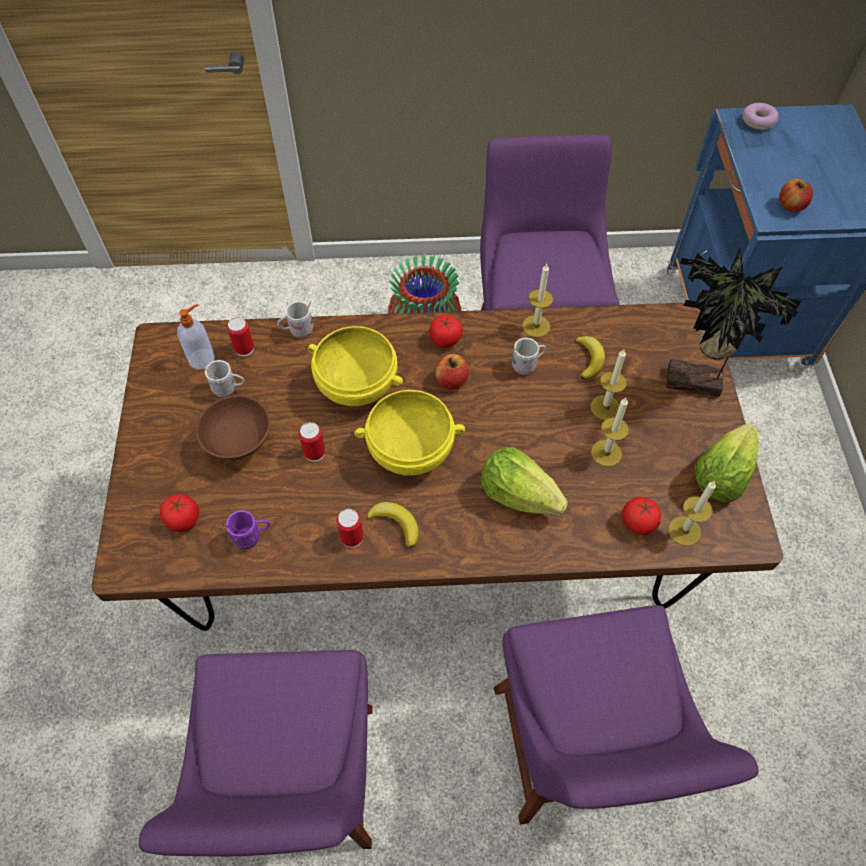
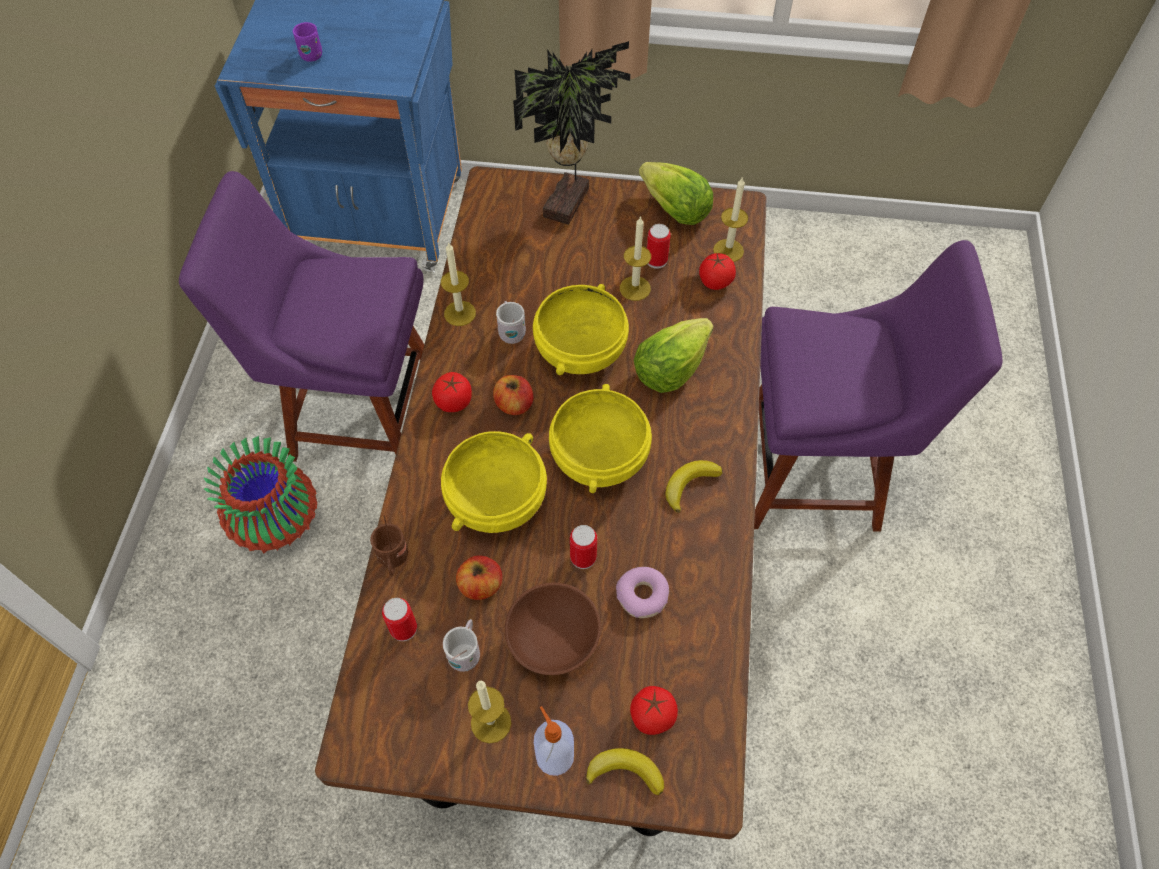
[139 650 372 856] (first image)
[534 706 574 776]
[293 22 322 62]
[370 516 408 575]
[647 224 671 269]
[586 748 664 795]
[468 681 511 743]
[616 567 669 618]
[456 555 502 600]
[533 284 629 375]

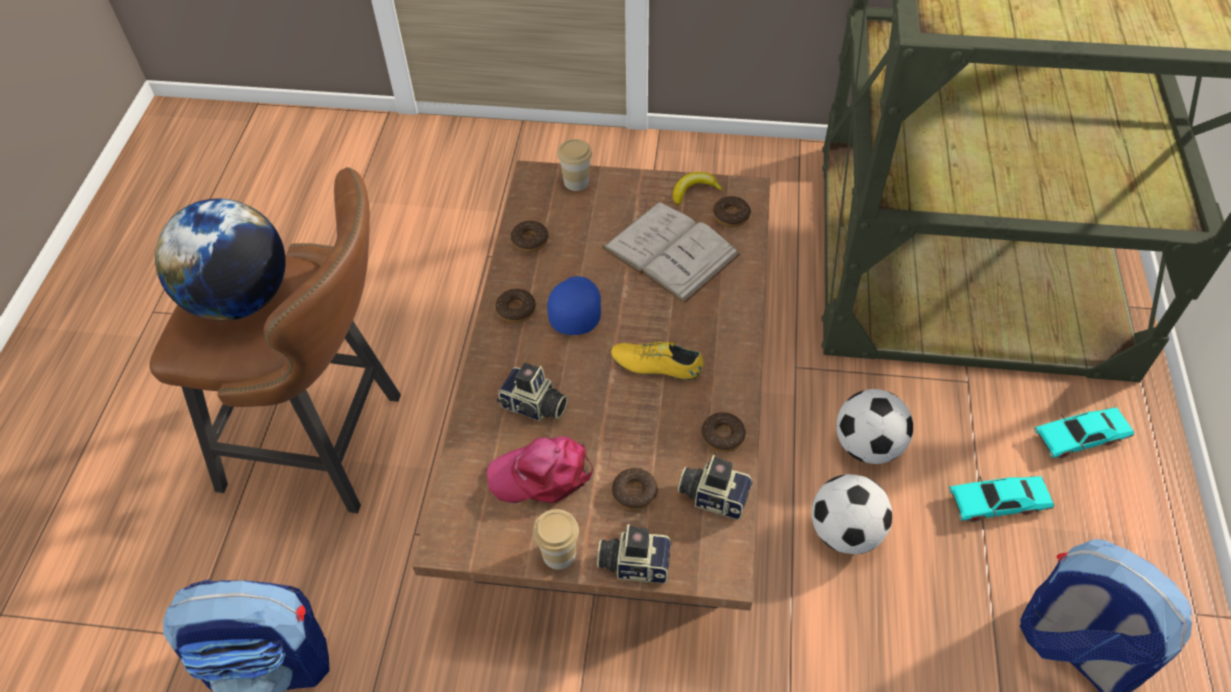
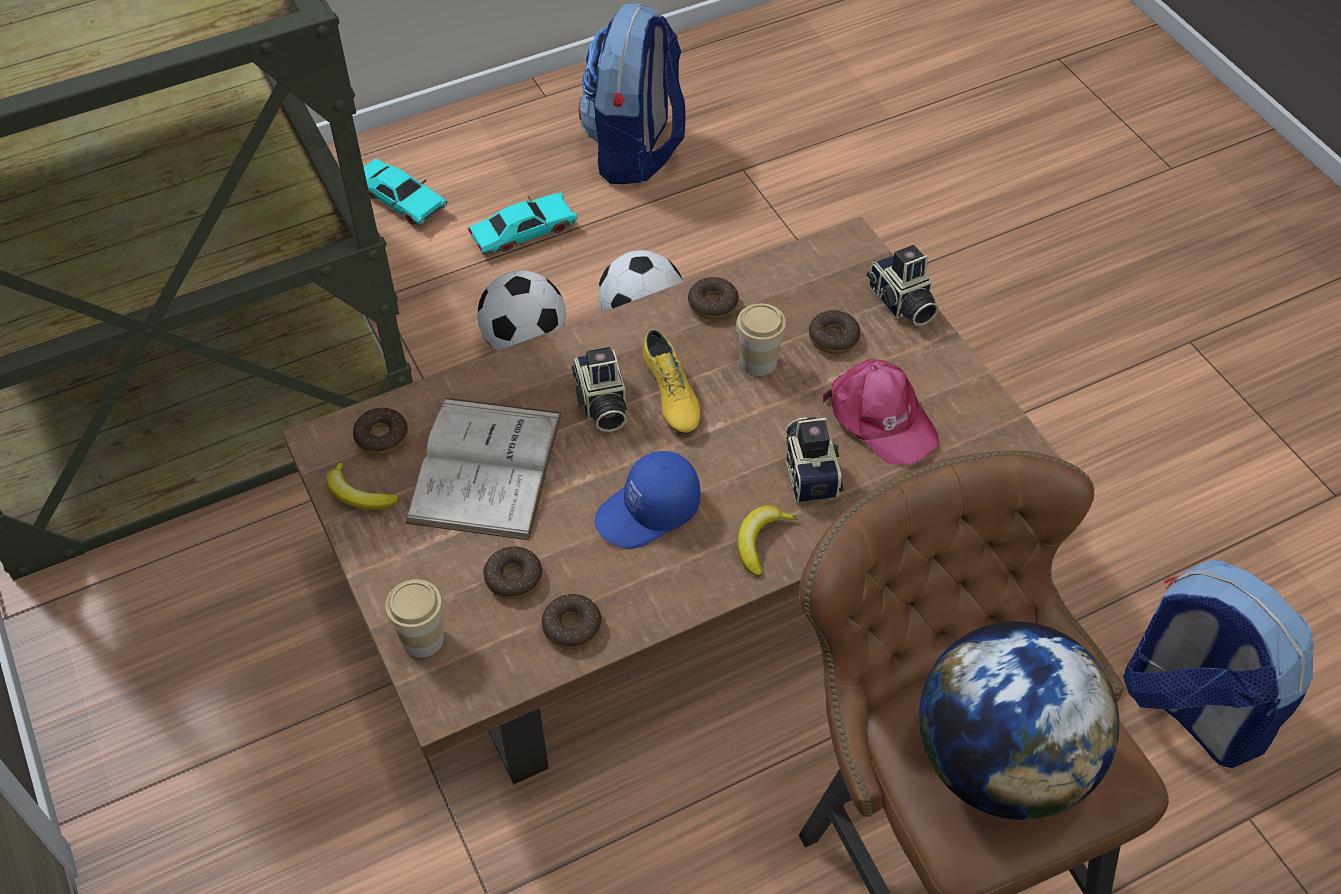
[483 546 542 600]
[736 303 786 376]
[572 347 627 432]
[468 193 577 254]
[737 505 798 577]

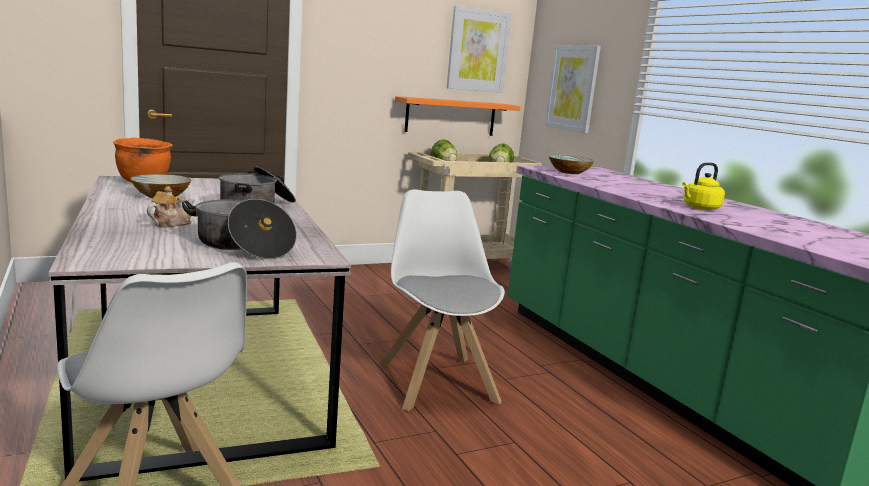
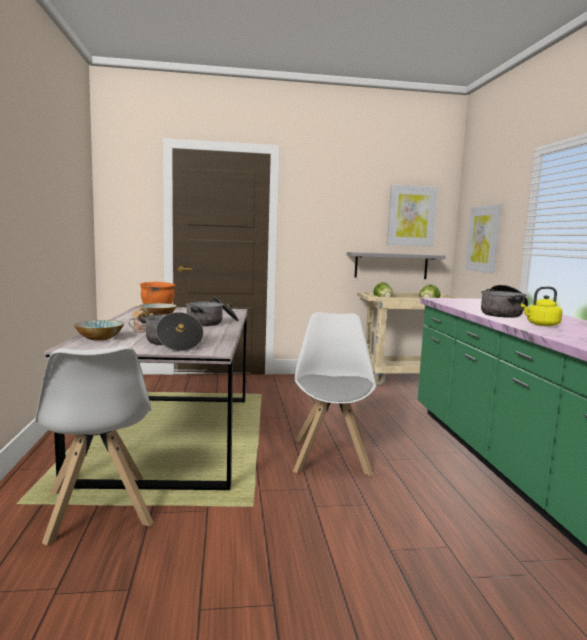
[347 252 446 279]
[74 320 124 340]
[481 285 528 318]

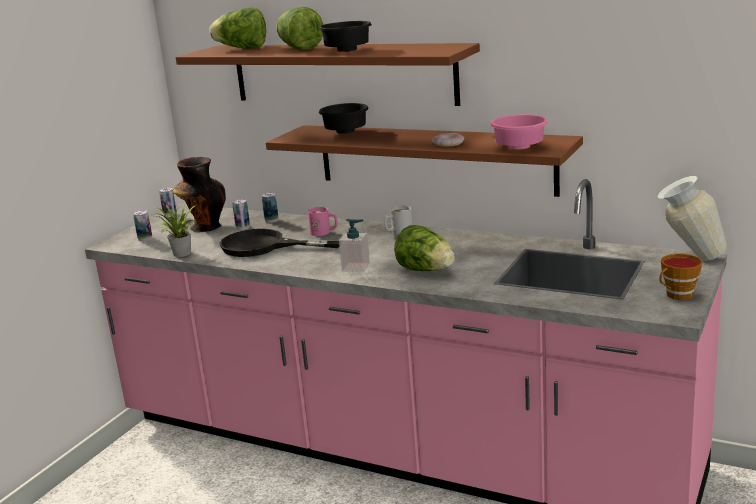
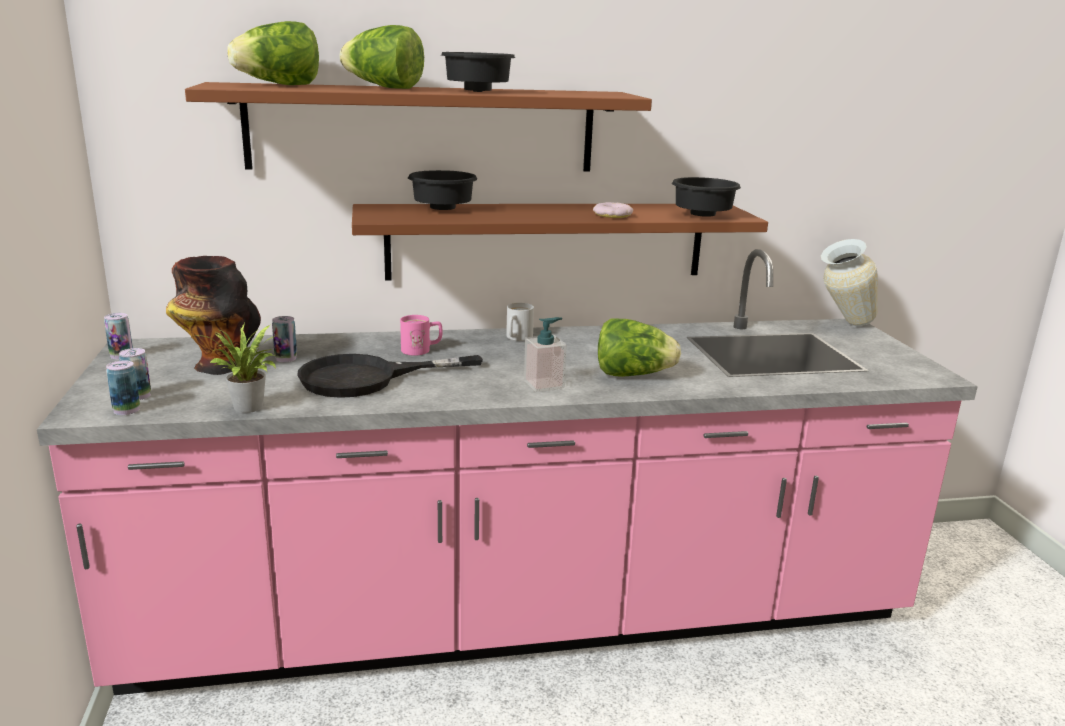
[106 361 140 415]
[672 177 741 217]
[659 254 702 300] (first image)

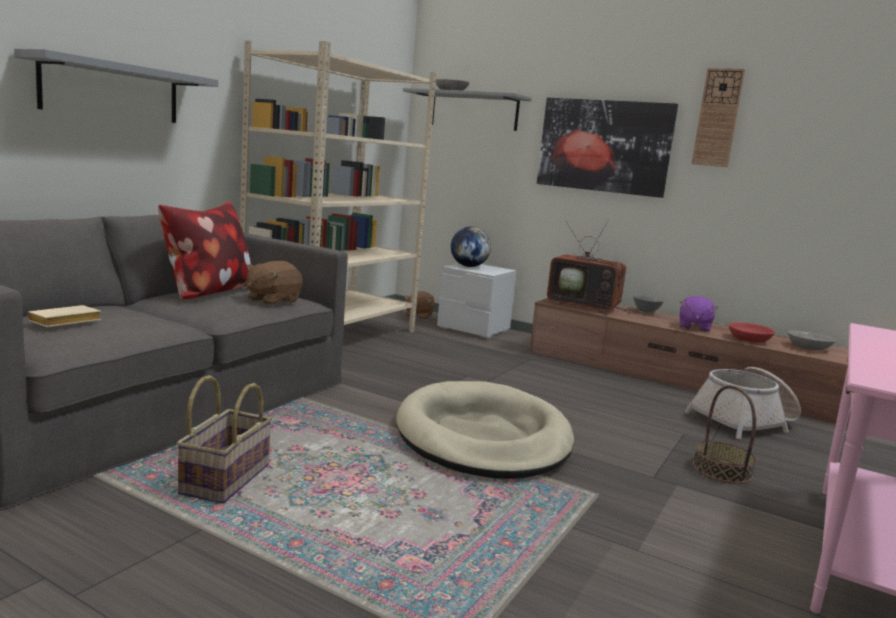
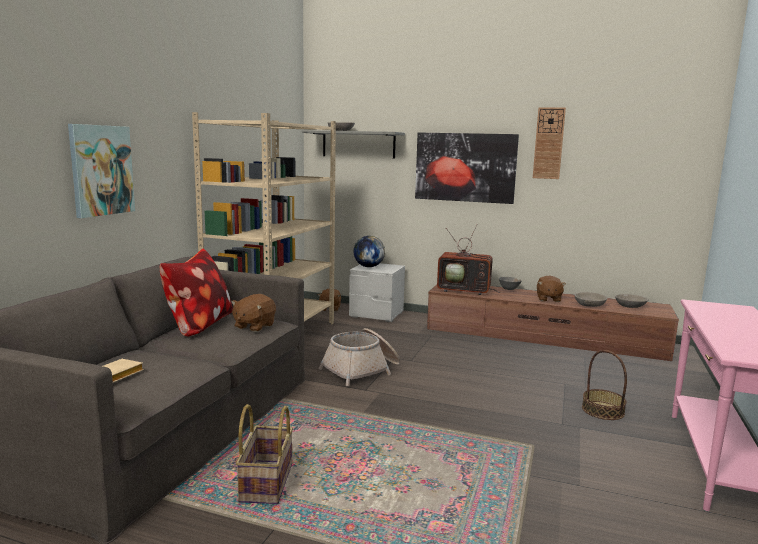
[68 124 135 218]
[396 381 574 479] (first image)
[537 276 566 302]
[318 328 401 386]
[574 292 607 307]

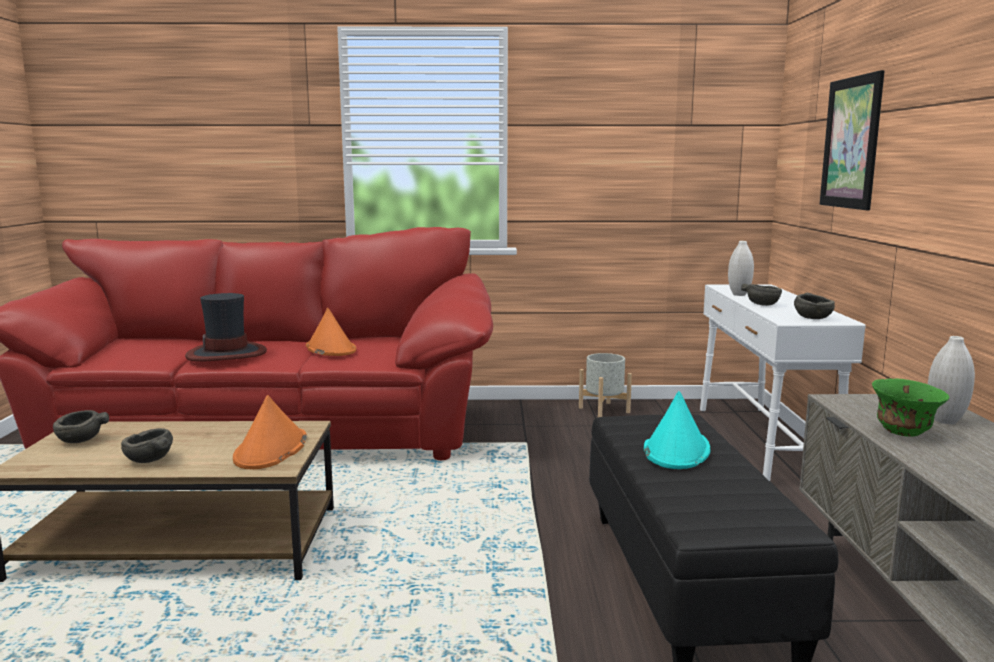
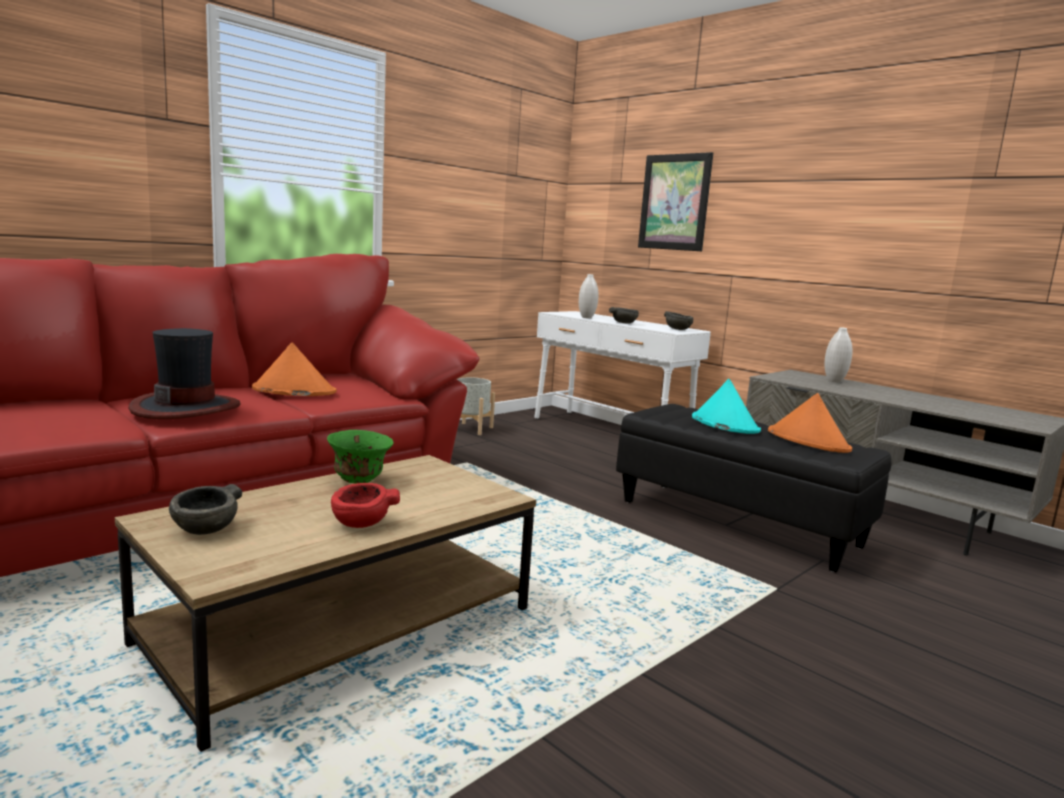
[331 483 400 528]
[768 393 852 453]
[327 430 394 483]

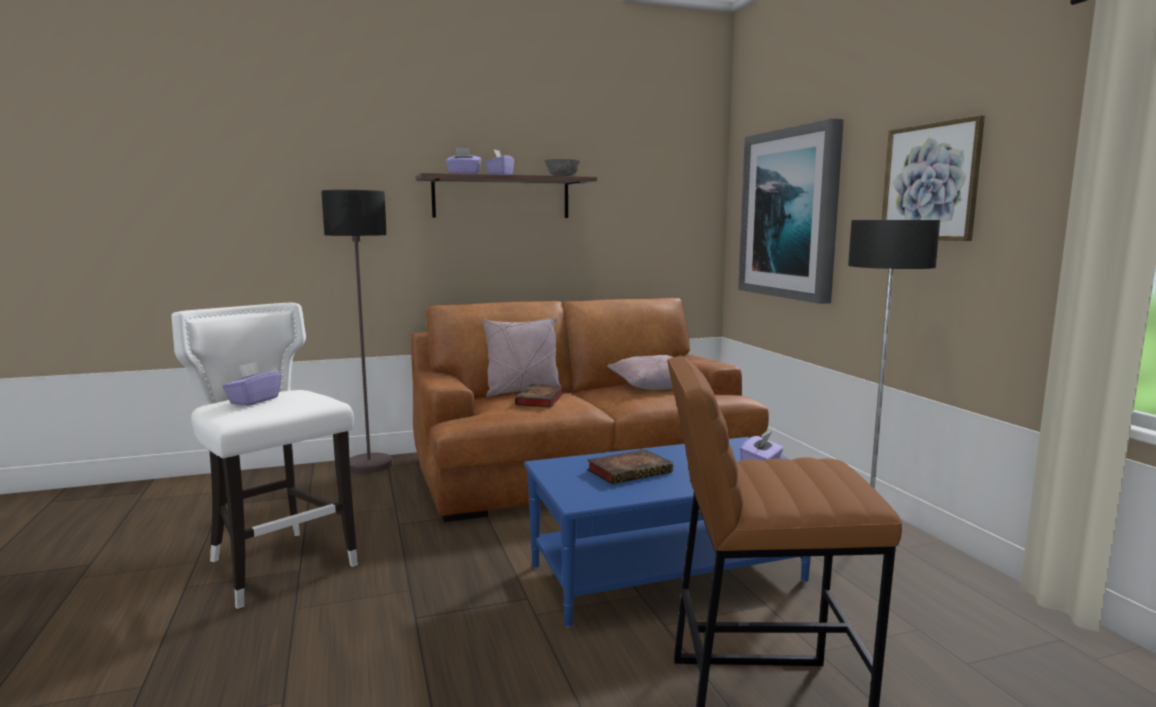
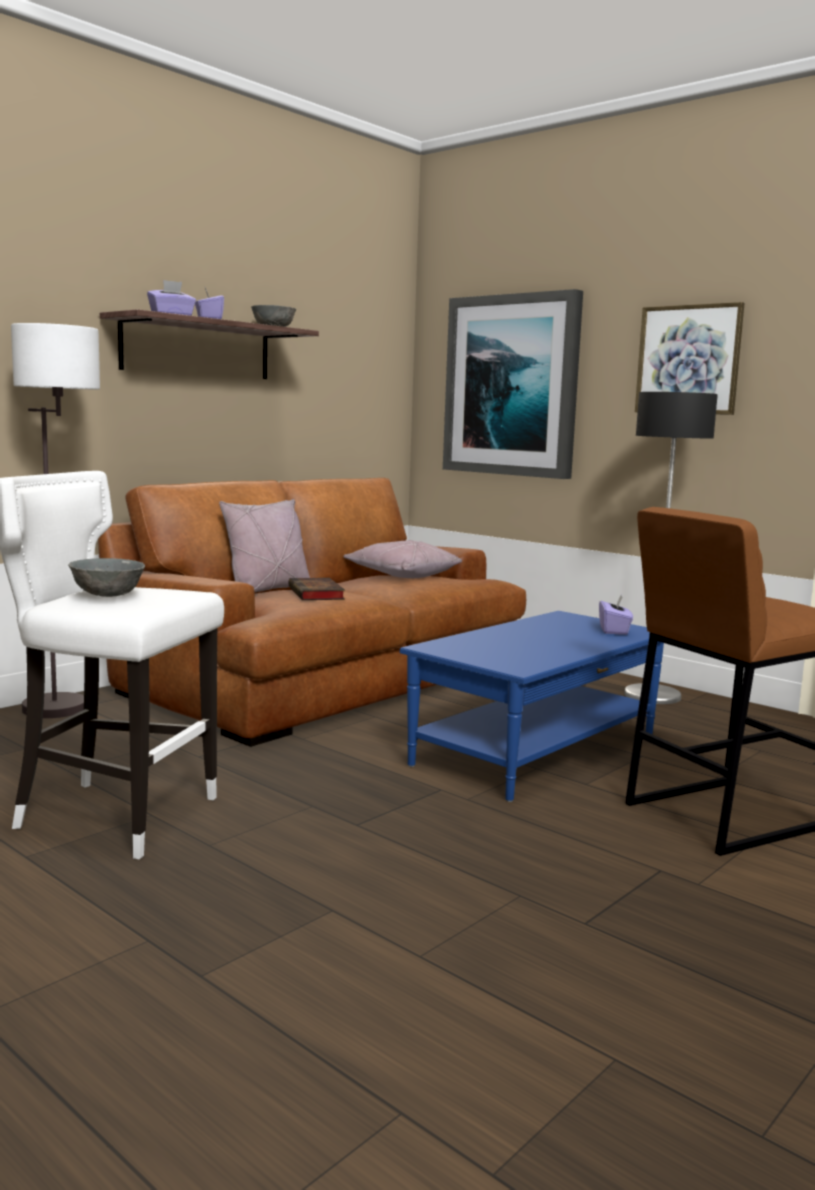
[68 558 145 597]
[11 323 100 718]
[587 450 673 484] (first image)

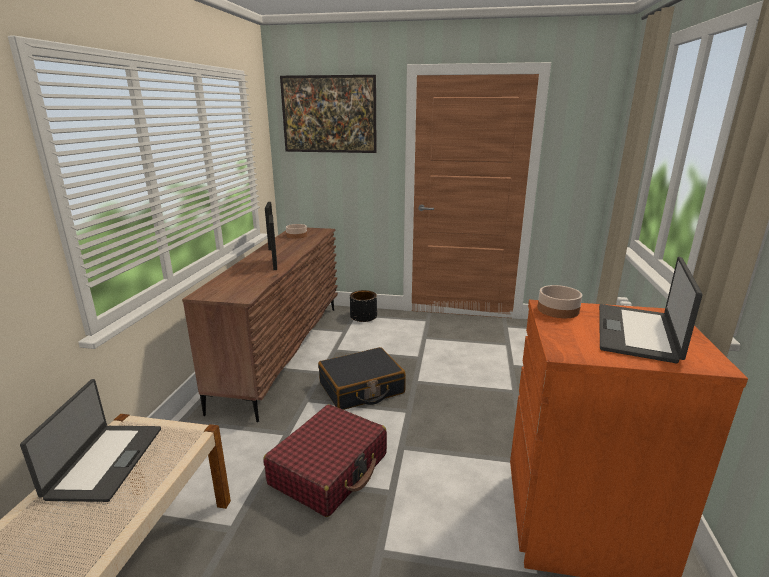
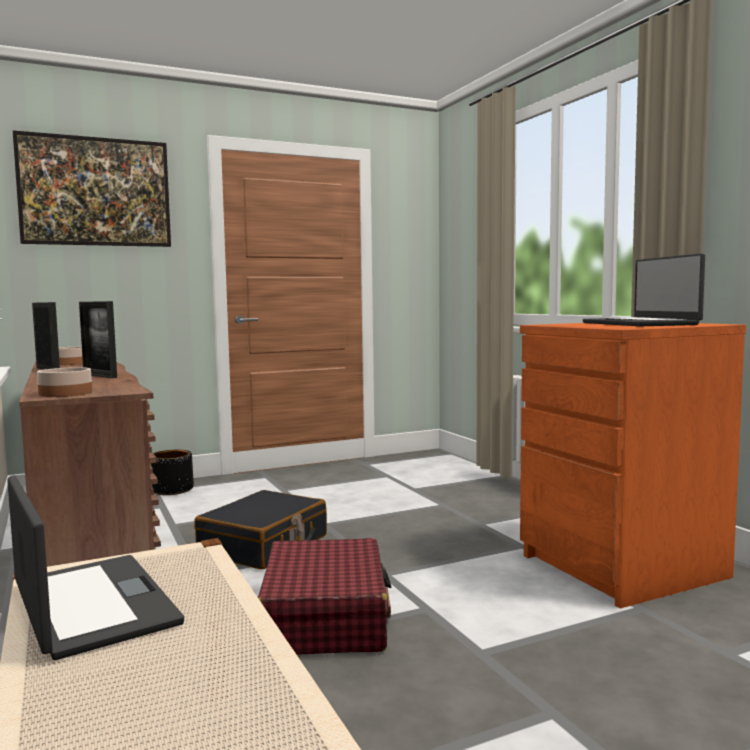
[37 367 92 397]

